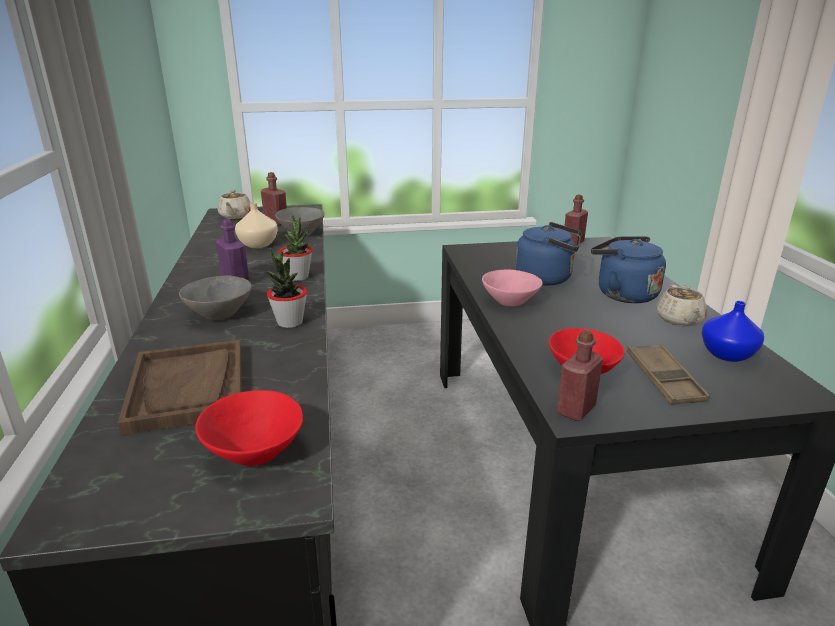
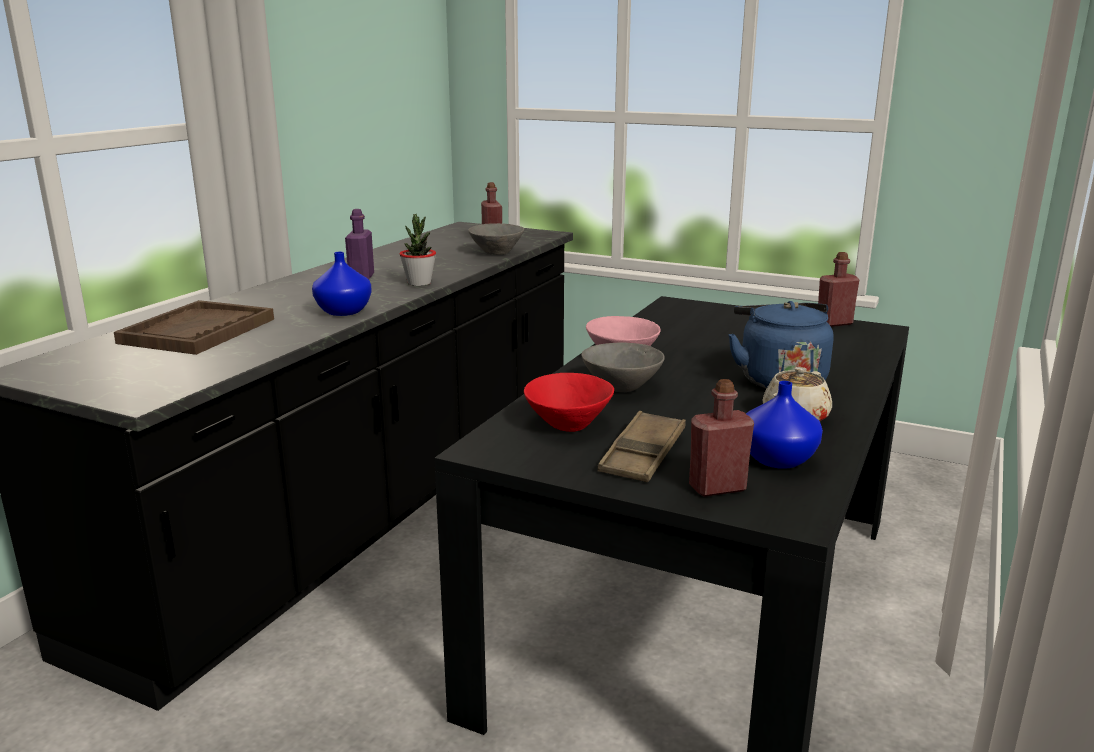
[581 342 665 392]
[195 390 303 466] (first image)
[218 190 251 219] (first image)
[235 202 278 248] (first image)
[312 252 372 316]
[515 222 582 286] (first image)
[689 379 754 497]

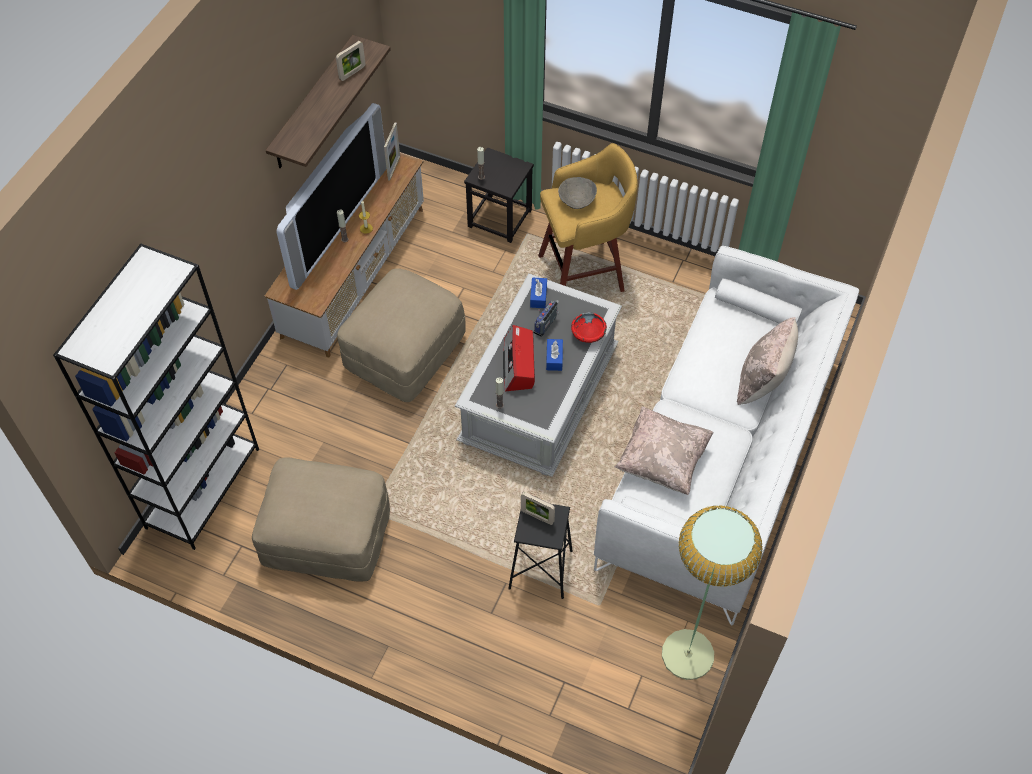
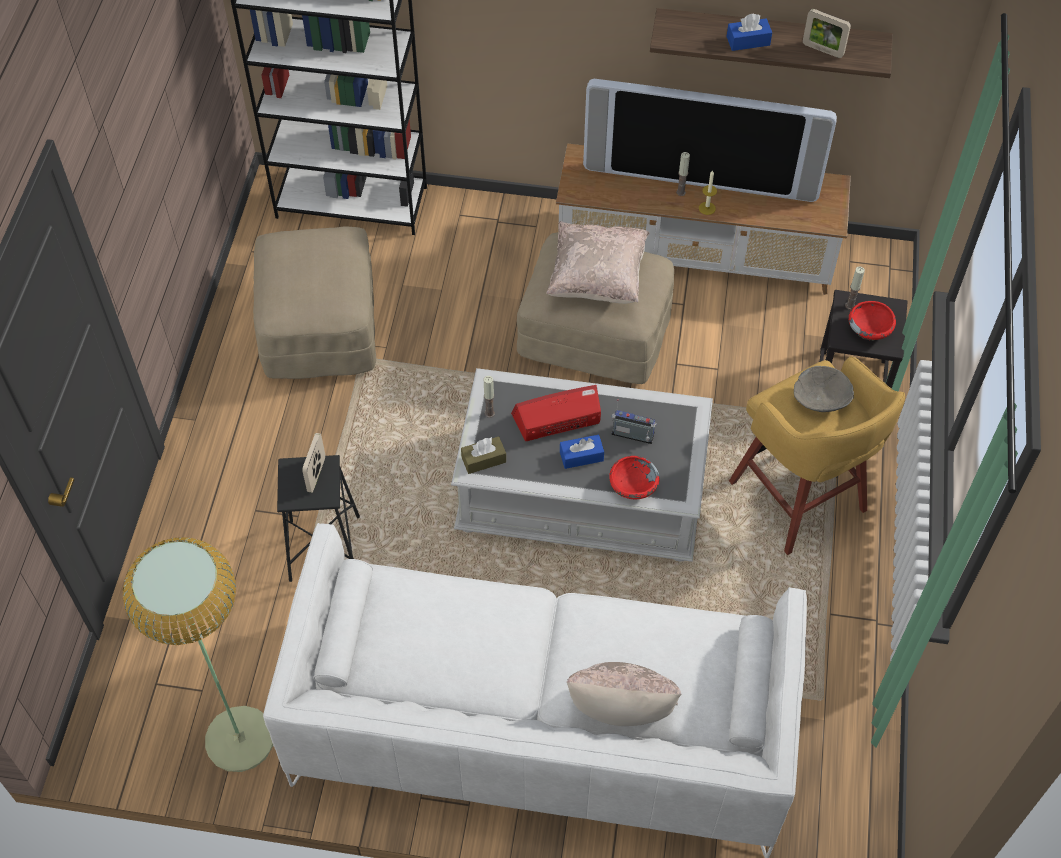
[384 122 400 181] (first image)
[727 13 772 51]
[546 221 650 304]
[461 436 506 474]
[849 301 896 341]

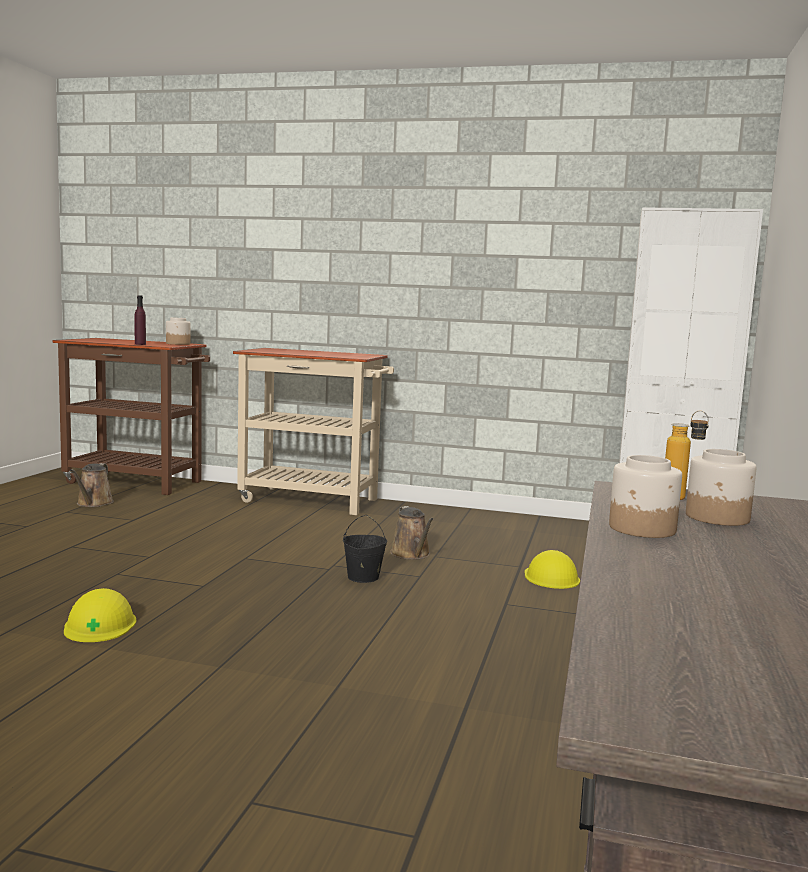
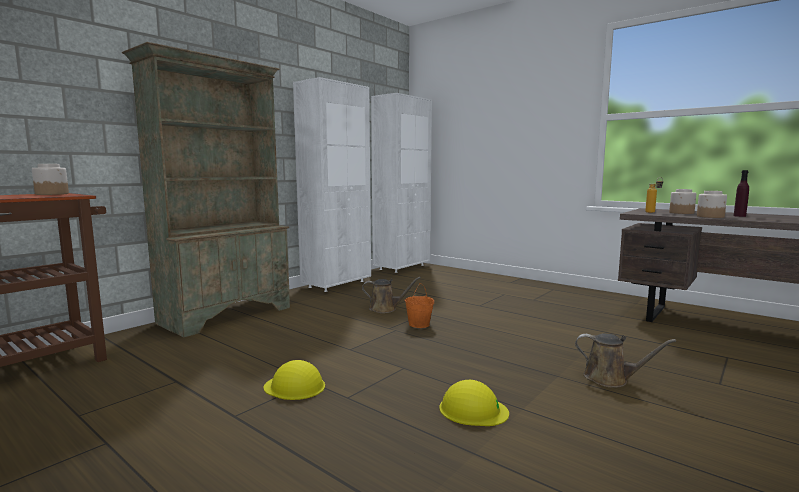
[575 333 676 388]
[734 170 749 217]
[121 42 290 337]
[405 283 434 328]
[264 360 325 400]
[293 77 371 292]

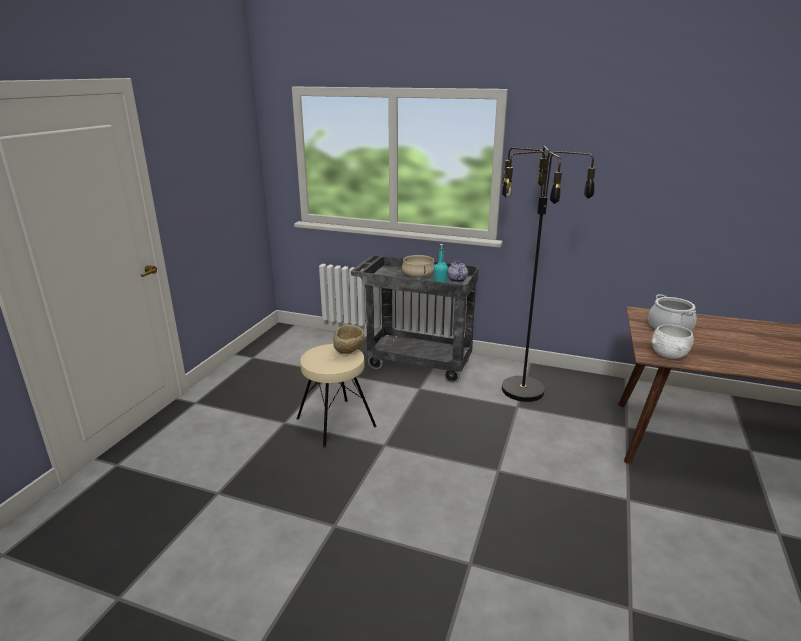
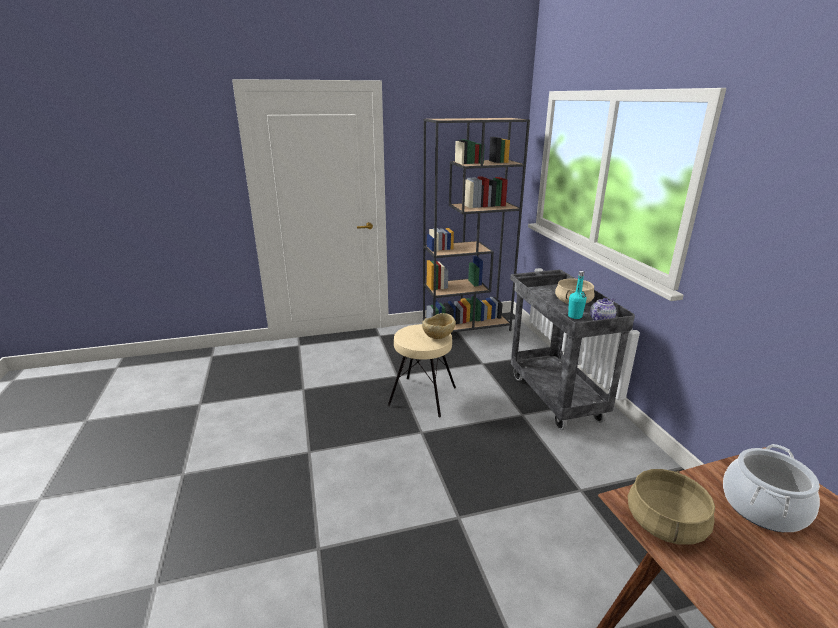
[502 146 595 402] (first image)
[628 469 715 545]
[423 118 530 333]

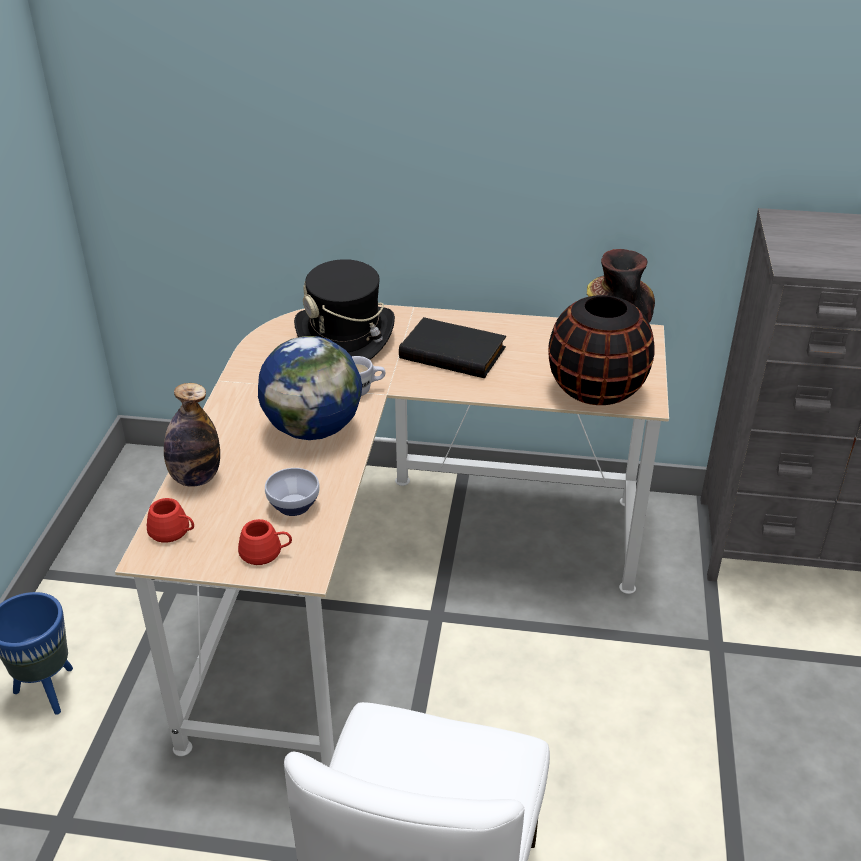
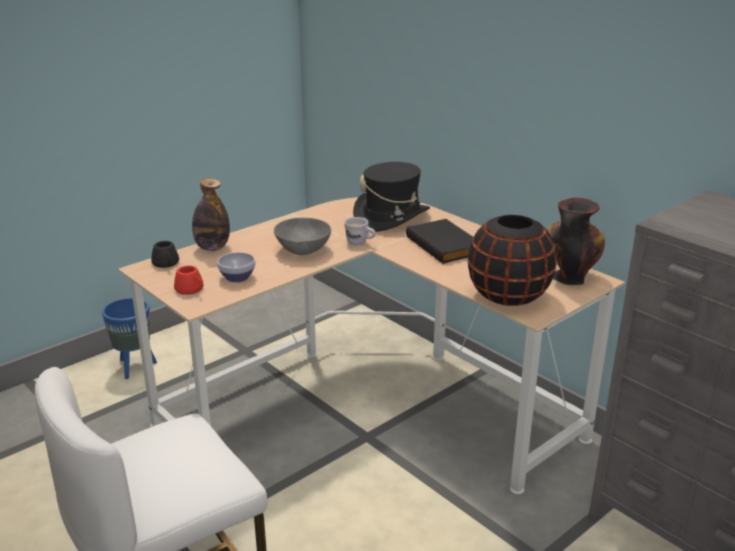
[151 241 179 268]
[274 217 331 255]

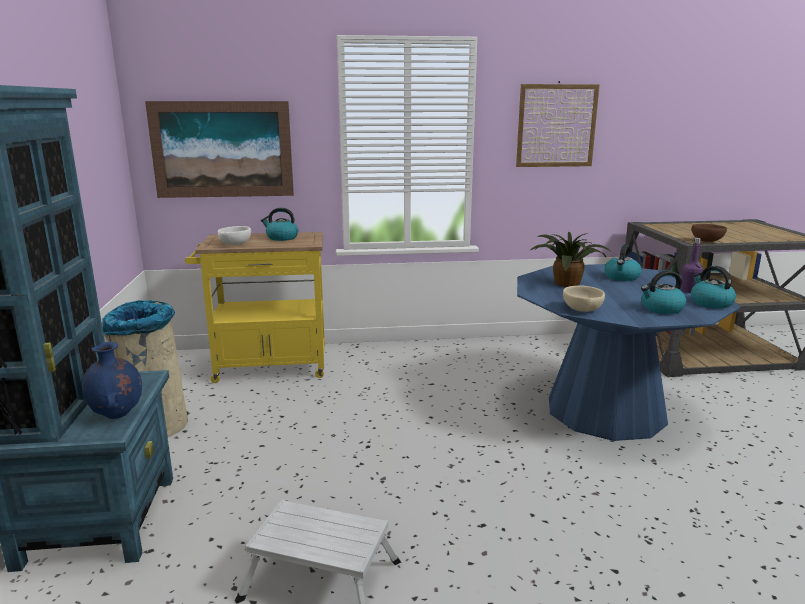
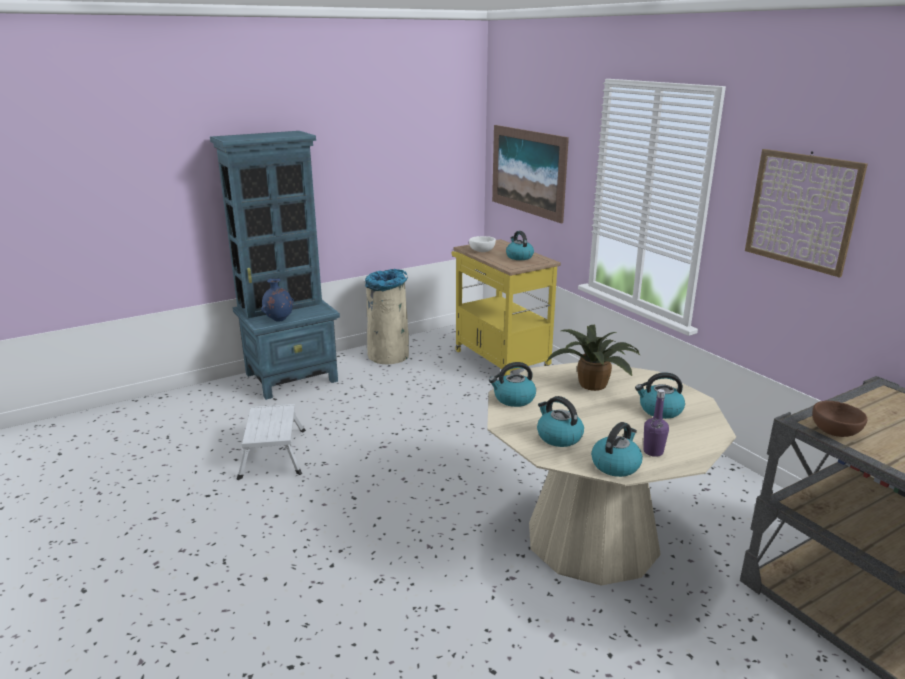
[487 362 736 586]
[489 362 536 407]

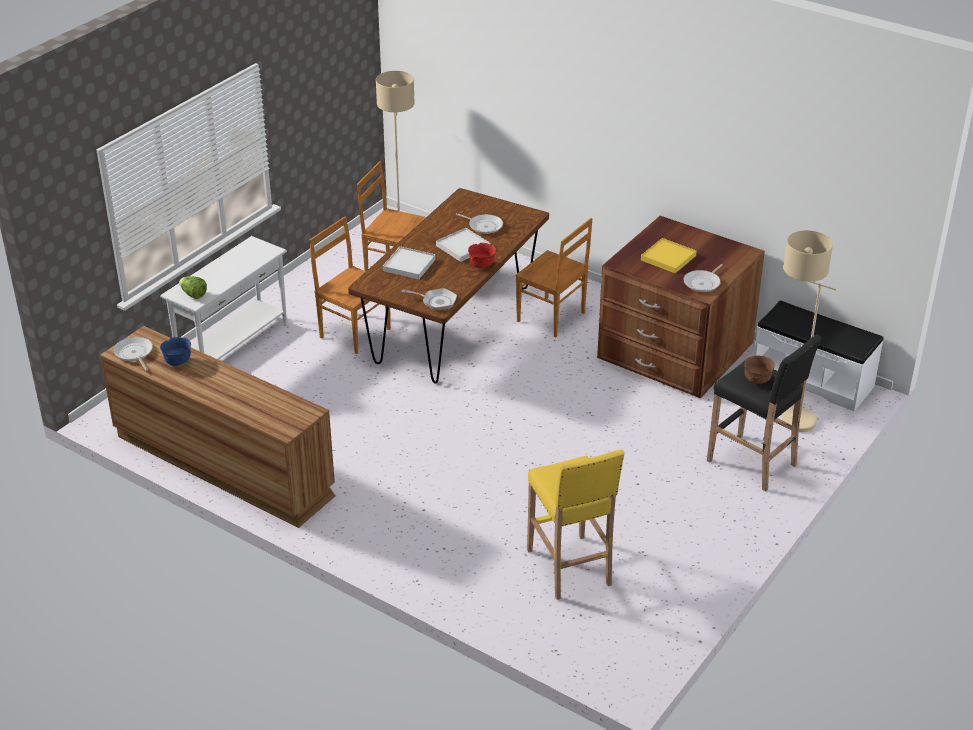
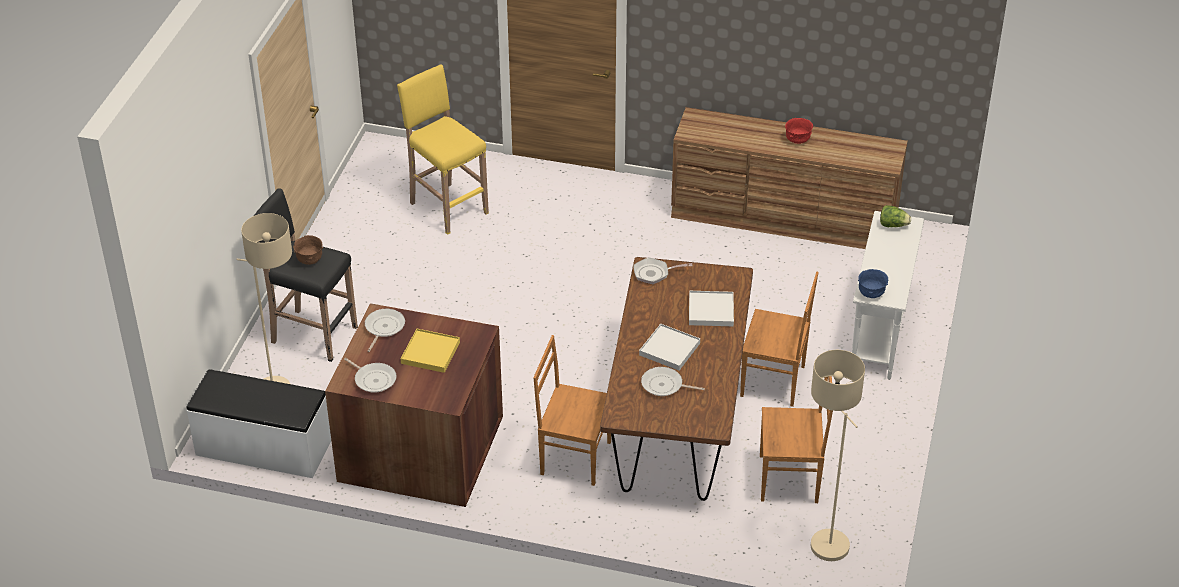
[344 358 397 393]
[858 269 888 298]
[785 118 813 144]

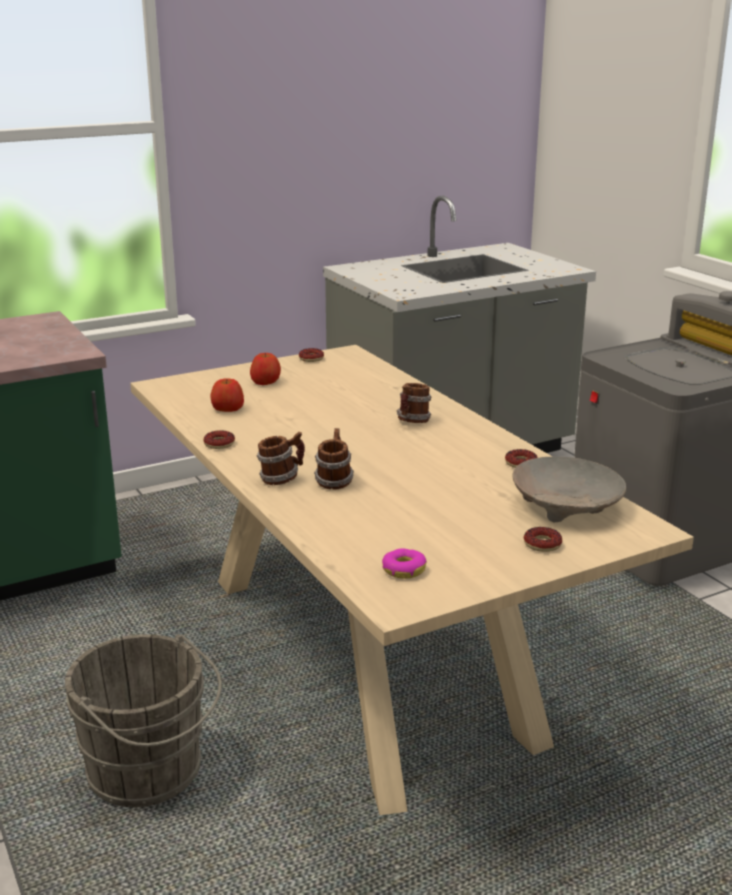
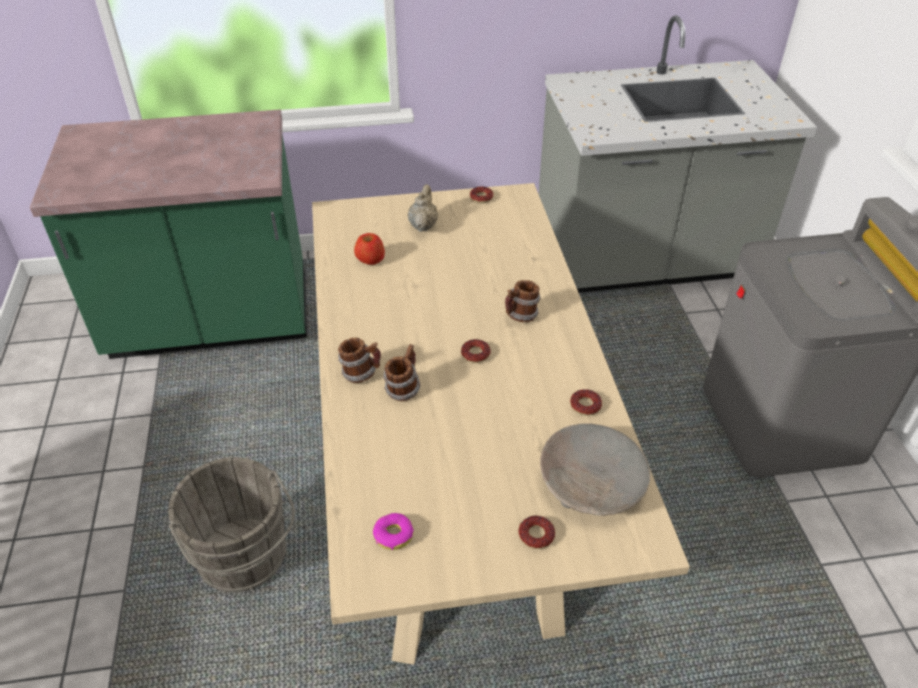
[461 339 491 363]
[408 184 438 232]

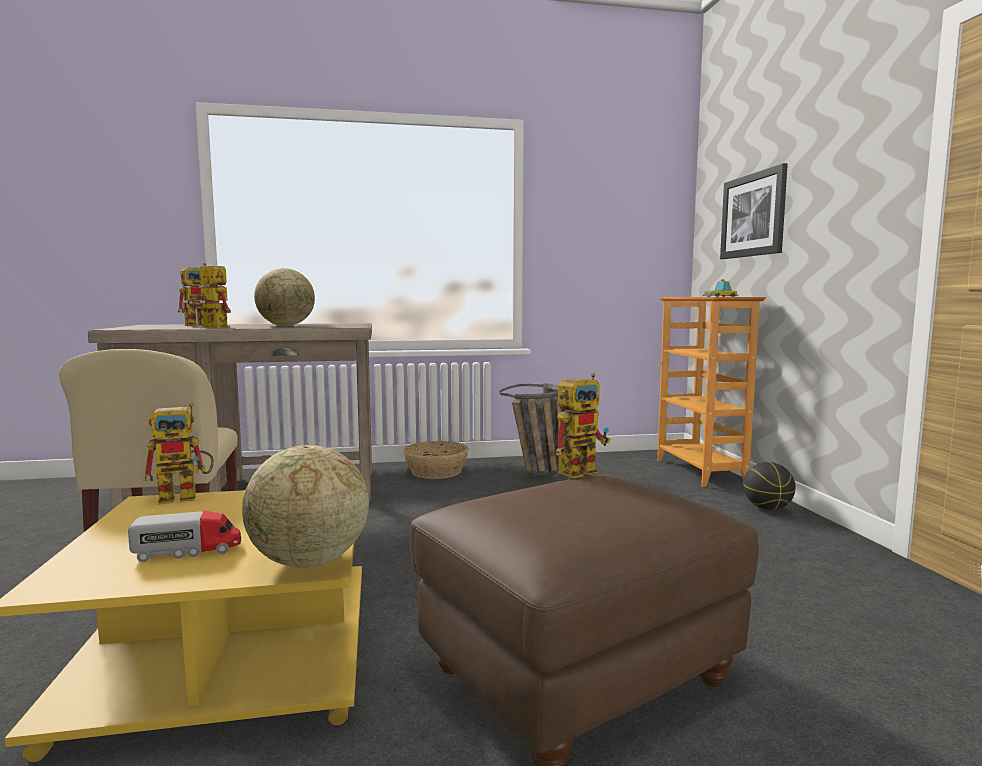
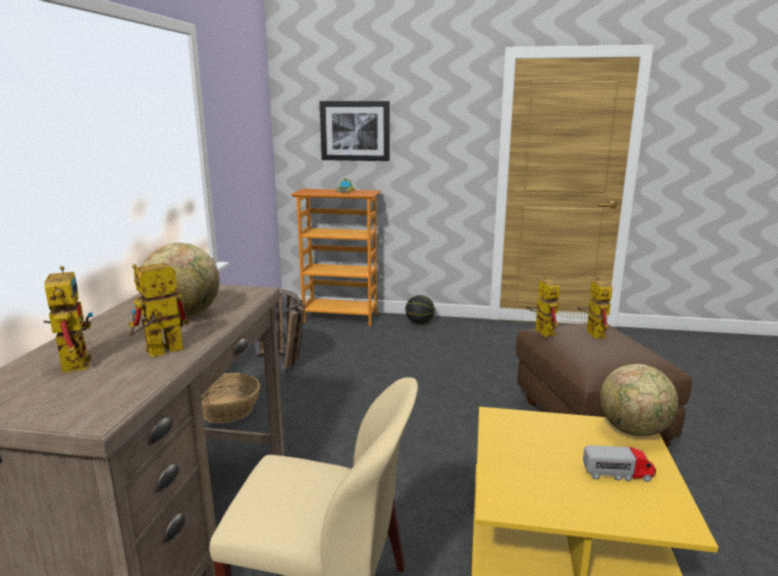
[583 445 656 482]
[577 277 612 339]

